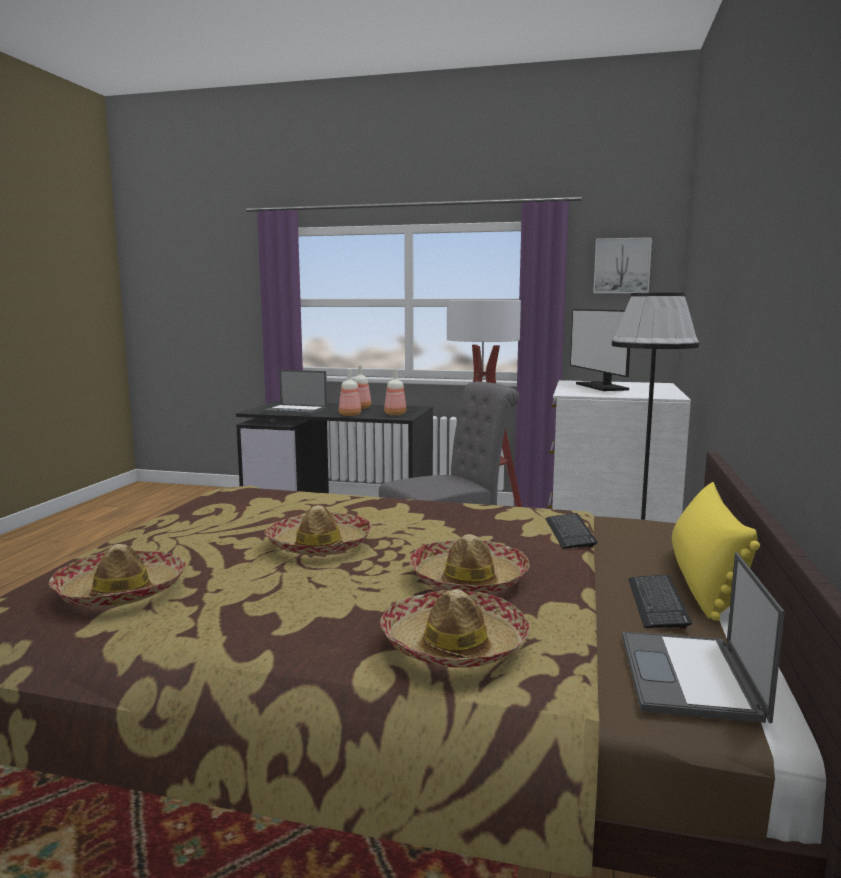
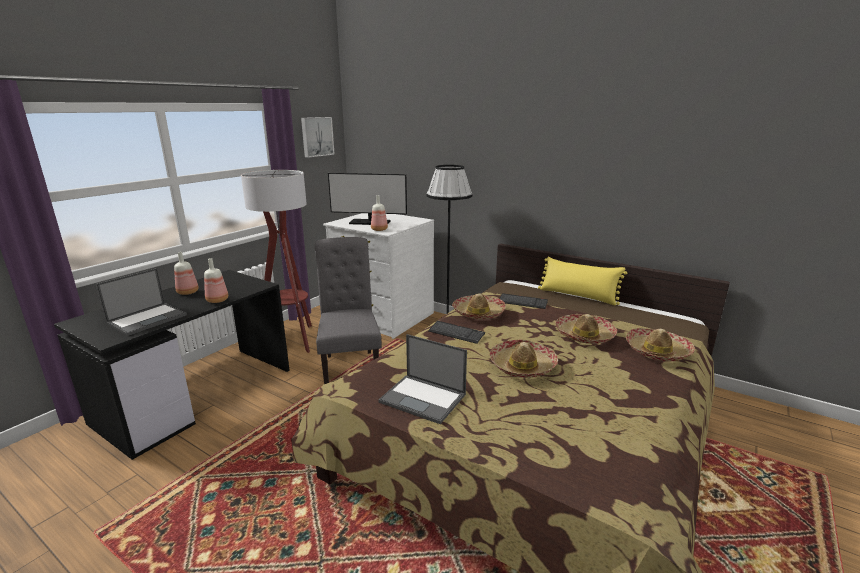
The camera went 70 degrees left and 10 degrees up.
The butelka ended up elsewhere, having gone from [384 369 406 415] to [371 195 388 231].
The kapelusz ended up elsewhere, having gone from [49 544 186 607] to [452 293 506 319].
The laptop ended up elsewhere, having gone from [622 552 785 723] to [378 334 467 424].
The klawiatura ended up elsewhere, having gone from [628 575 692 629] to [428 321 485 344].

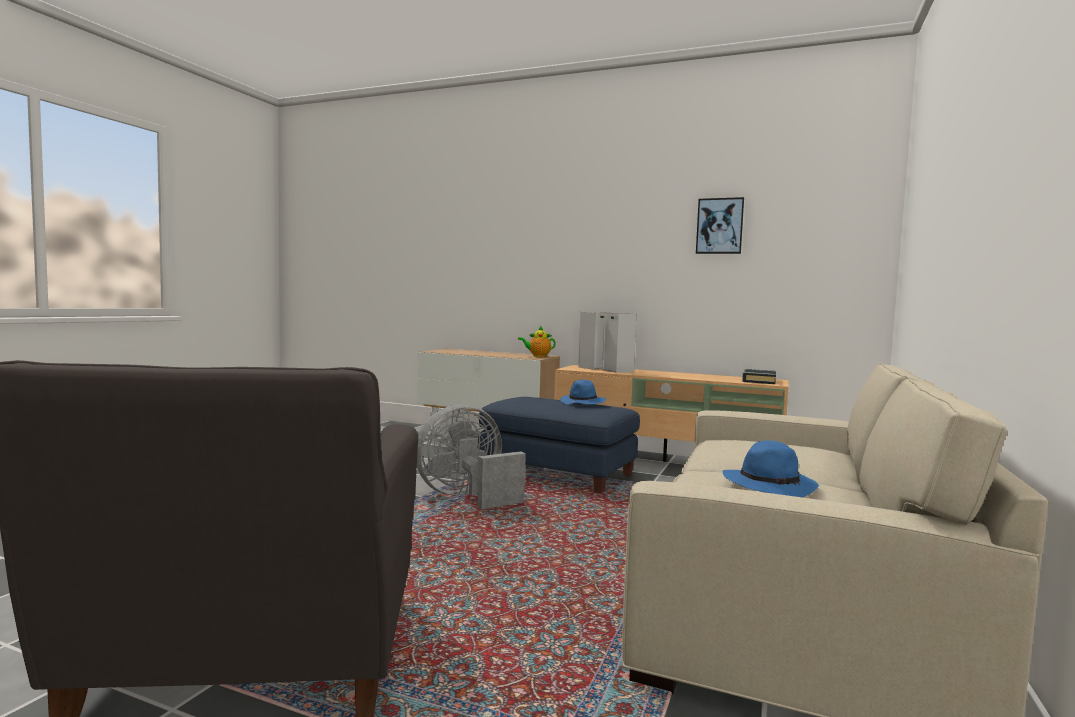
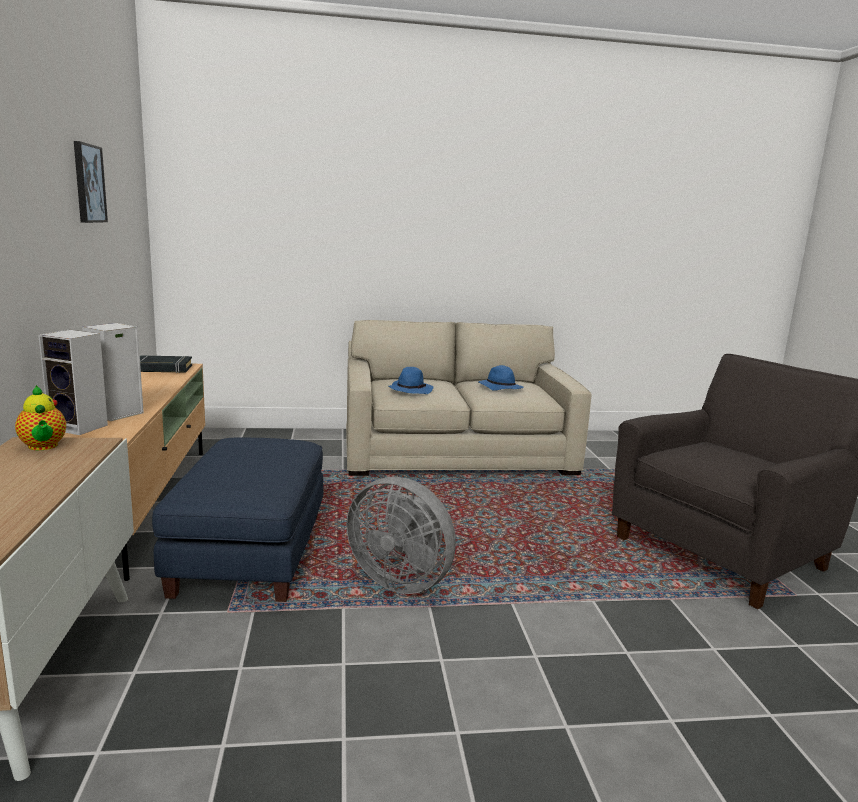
The camera went 120 degrees left and 10 degrees up.
The kapelusz (niebieski) ended up elsewhere, having gone from [560 380 606 405] to [389 367 433 394].

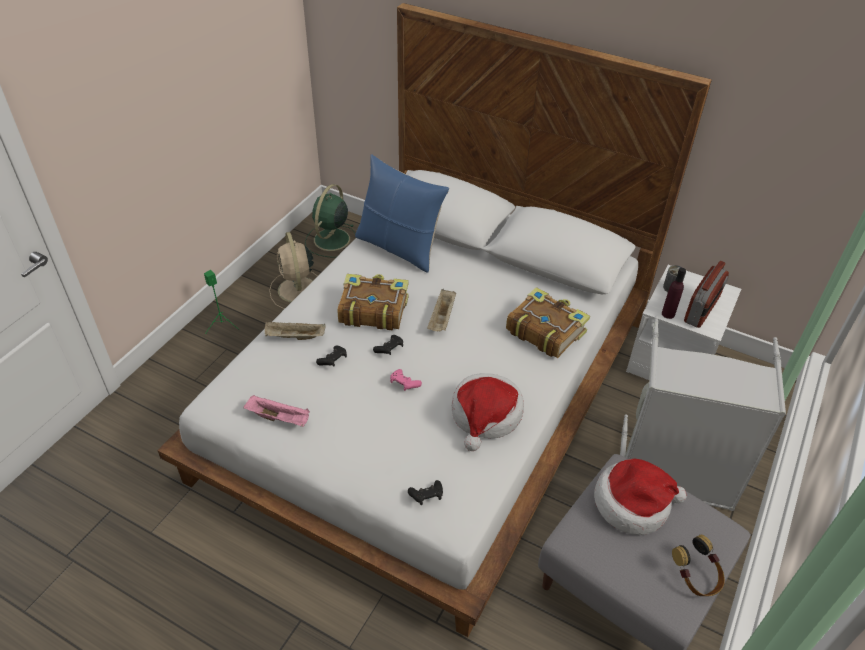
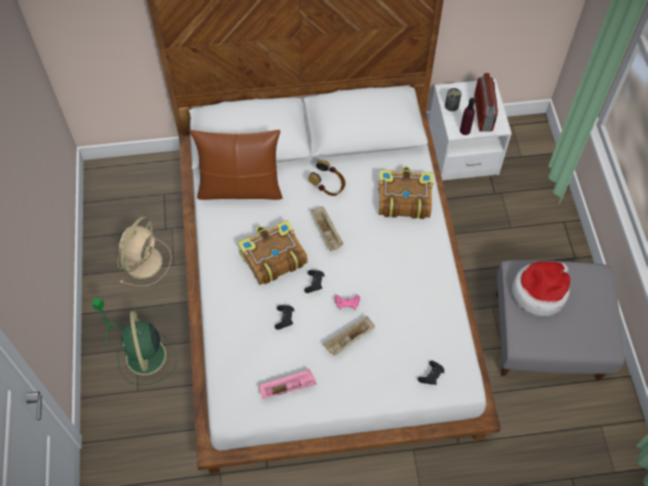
The camera went 35 degrees left and 15 degrees up.
What was the poduszka (niebieski) at [355 154 449 273] turned into the poduszka (brązowy) at [189 130 282 200].
The wentylator (zielony) ended up elsewhere, having gone from [305 184 355 258] to [117 311 177 385].
The wentylator (beżowy) at [269 232 318 309] ended up facing another way, 105 degrees counterclockwise from before.
The second view lost the kosz na pranie (szary) at [620 316 786 511].
The taca (beżowy) ended up elsewhere, having gone from [265 322 326 340] to [323 316 374 356].
The second view lost the kapelusz at [452 373 524 451].
The słuchawki ended up elsewhere, having gone from [672 535 725 596] to [308 160 345 196].

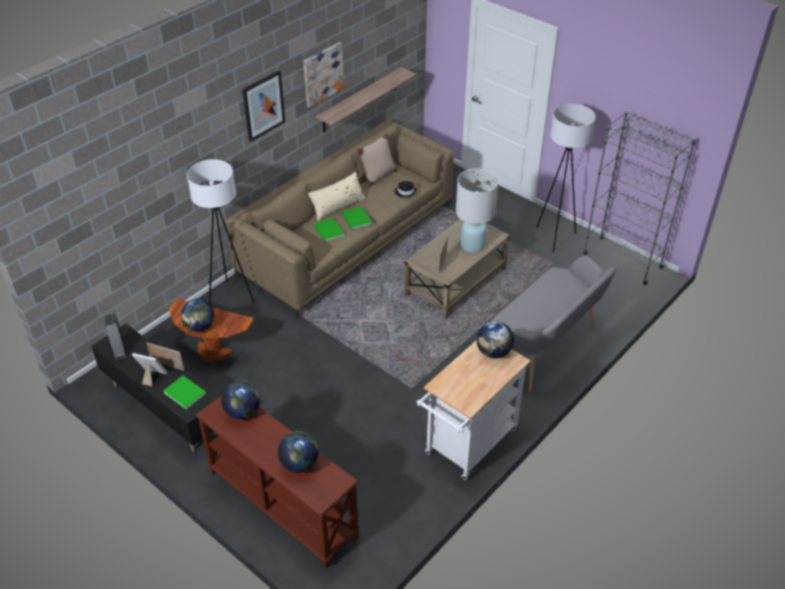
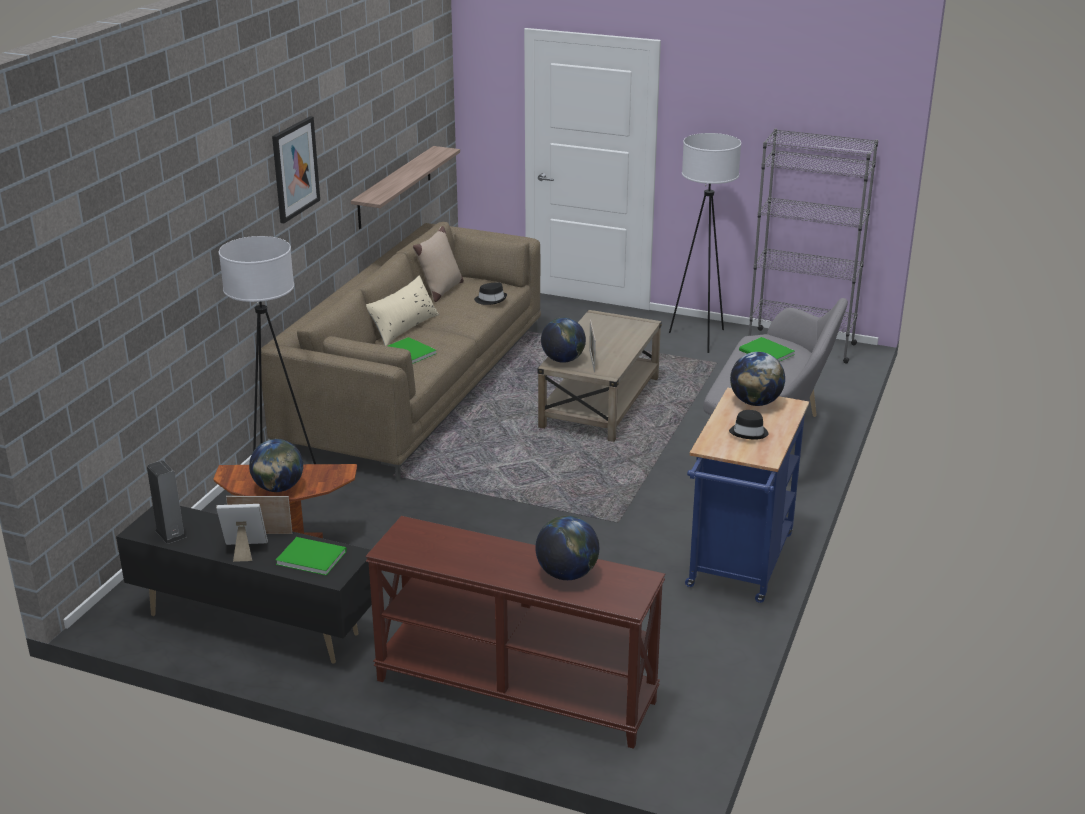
The camera went 20 degrees left and 15 degrees down.
The second view lost the obraz at [303 42 344 108].
The second view lost the lampa stołowa (biały) at [456 168 499 253].
The książka (zielony) ended up elsewhere, having gone from [342 207 372 230] to [739 337 795 362].
What was the wózek (biały) at [417 340 531 480] turned into the wózek (niebieski) at [685 388 809 603].
The globus ended up elsewhere, having gone from [221 380 260 419] to [541 317 586 363].
The second view gained the kapelusz (czarny) at [729 410 769 440].

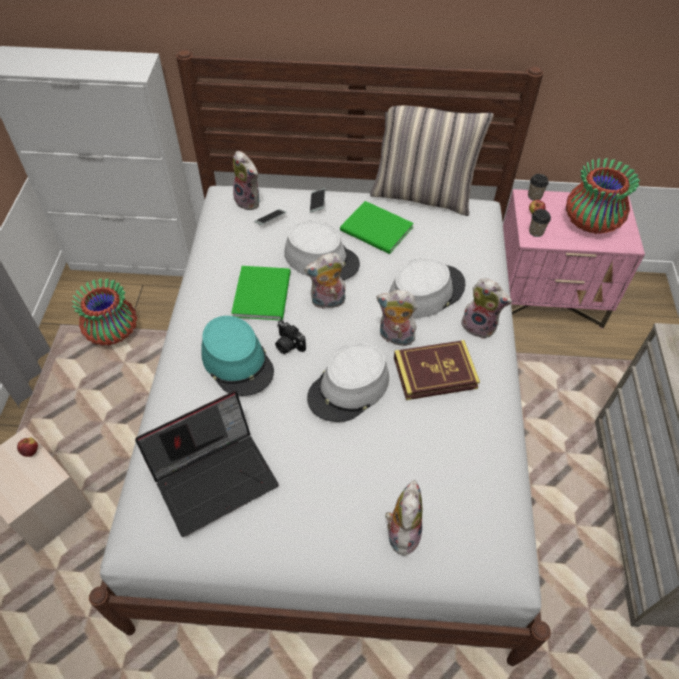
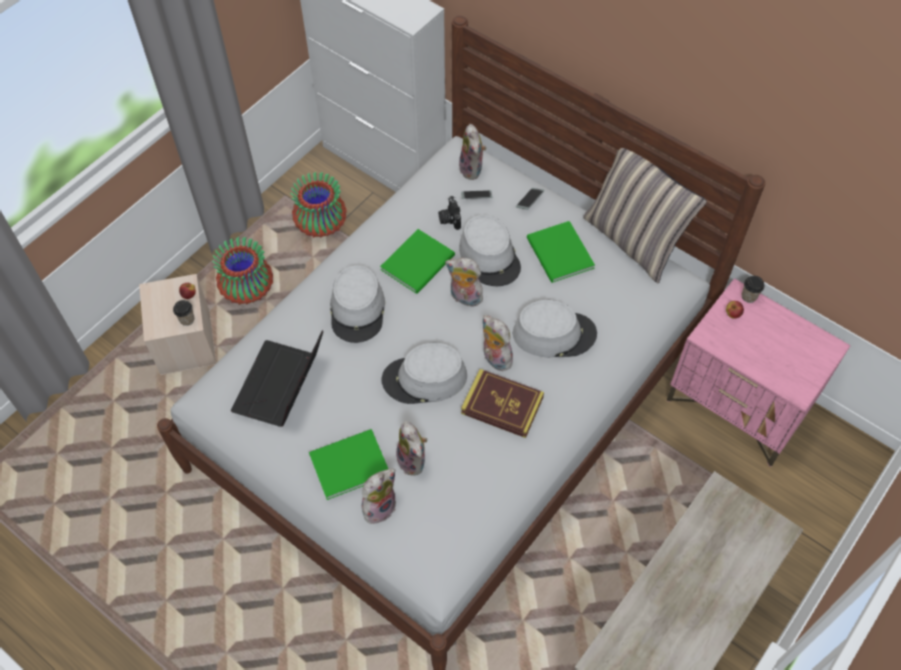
The camera went 35 degrees right and 5 degrees up.
The wazon ended up elsewhere, having gone from [566 158 640 234] to [212 237 273 305].
The filiżanka ended up elsewhere, having gone from [529 209 551 237] to [173 300 194 326].
The pluszak ended up elsewhere, having gone from [461 278 512 339] to [396 421 427 476].
What was the kapelusz (turkusowy) at [201 316 274 396] turned into the kapelusz (szary) at [330 265 385 343].
The aparat fotograficzny ended up elsewhere, having gone from [275 320 306 354] to [439 196 461 230].
The laptop at [135 391 279 537] ended up facing another way, 105 degrees clockwise from before.
The second view gained the książka (zielony) at [309 429 388 500].

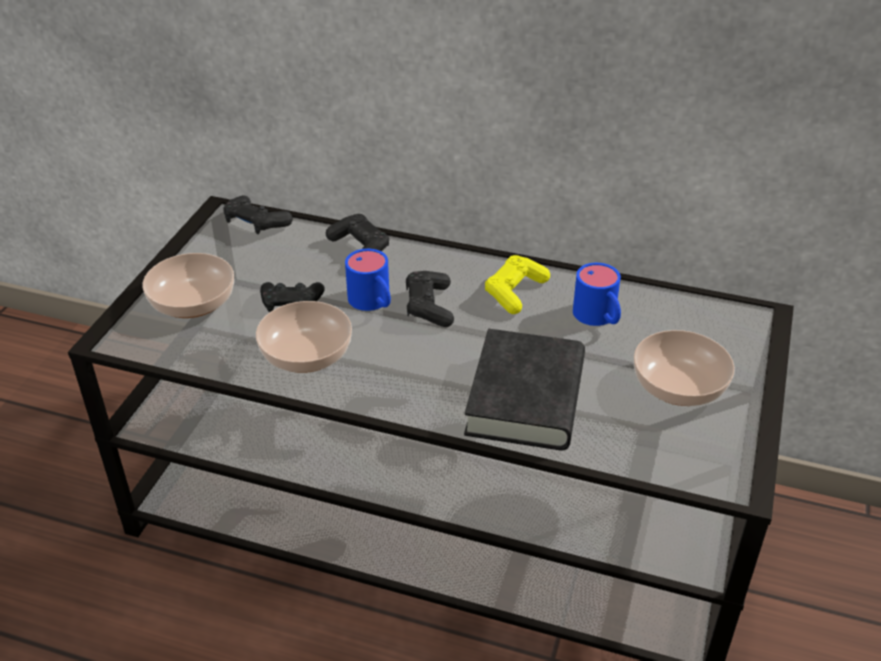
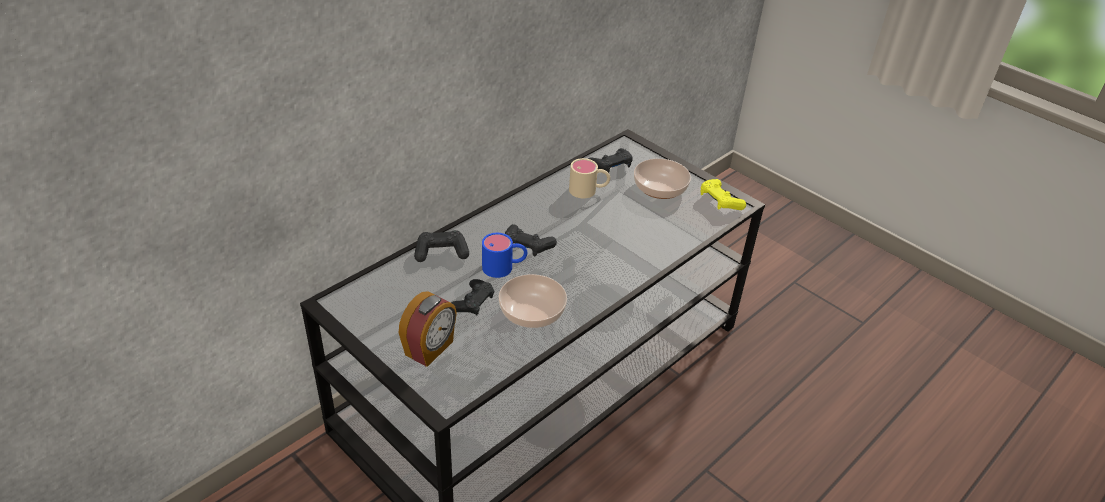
The camera went 65 degrees left and 0 degrees up.
The pad do gier (czarny) ended up elsewhere, having gone from [223 195 293 234] to [588 148 633 173].
Where the miska stood at [142 253 234 318], the budzik came to stand at [399 291 457 367].
The pad do gier (żółty) ended up elsewhere, having gone from [485 255 550 314] to [701 179 746 210].
What was the kubek (niebieski) at [573 263 621 326] turned into the kubek (beżowy) at [569 158 610 198].
The second view lost the książka (czarny) at [464 329 585 451].

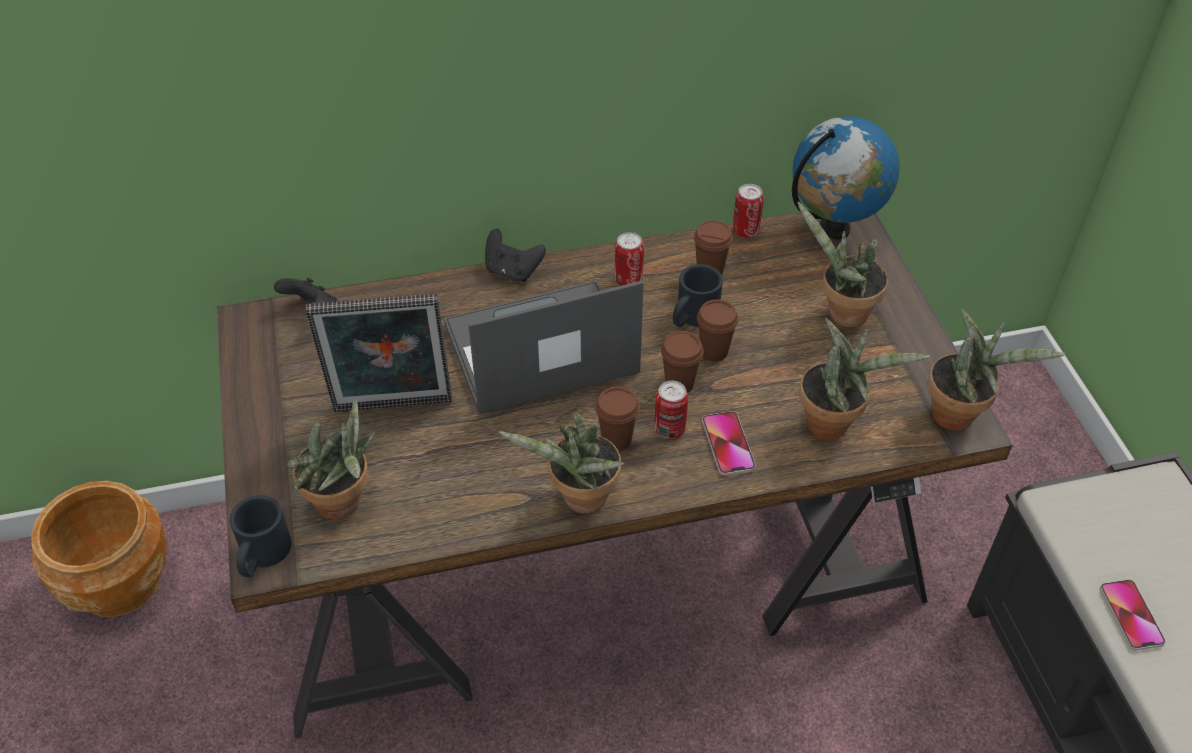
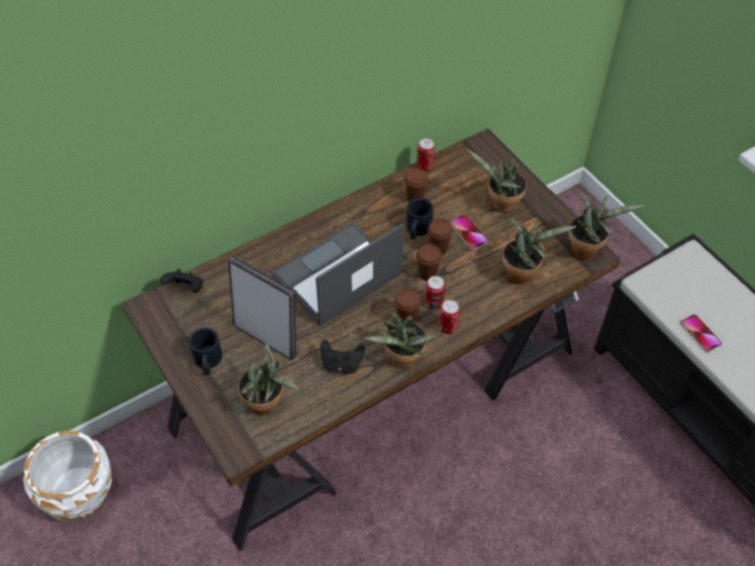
The camera went 20 degrees left and 5 degrees up.
The second view lost the globus at [792 116 900 240].
The pad do gier (czarny) ended up elsewhere, having gone from [485 229 546 282] to [320 339 365 374].
The puszka ended up elsewhere, having gone from [615 232 644 286] to [439 300 460 334].
The ramka na zdjęcie at [306 294 452 412] ended up facing another way, 120 degrees counterclockwise from before.
The telefon ended up elsewhere, having gone from [702 411 756 476] to [450 215 489 250].
What was the donica (brązowy) at [31 481 166 617] turned into the donica (biały) at [23 431 112 521].
The kubek (czarny) ended up elsewhere, having gone from [230 495 292 577] to [189 328 222 375].

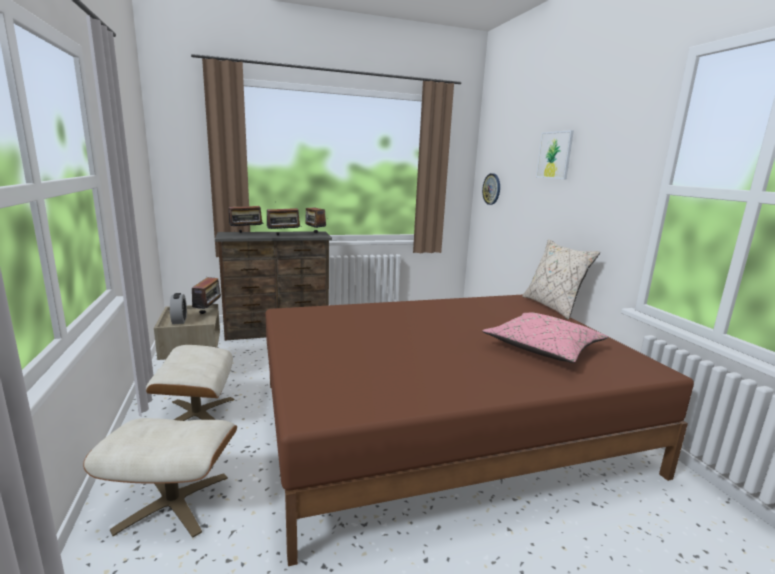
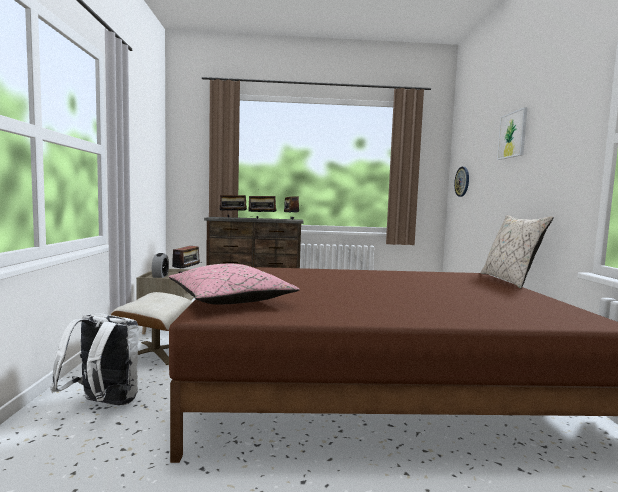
The camera went 15 degrees right and 10 degrees down.
The poduszka (różowy) ended up elsewhere, having gone from [482 312 608 363] to [169 264 300 305].
Where the pufa (beżowy) stood at [83 418 237 538], the plecak (biały) came to stand at [50 313 139 405].

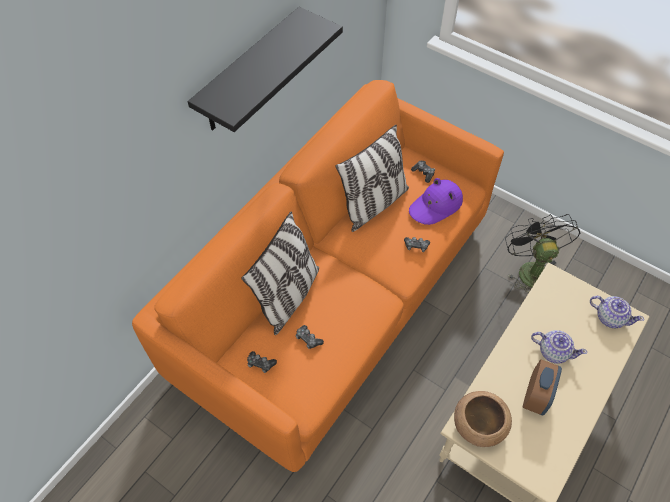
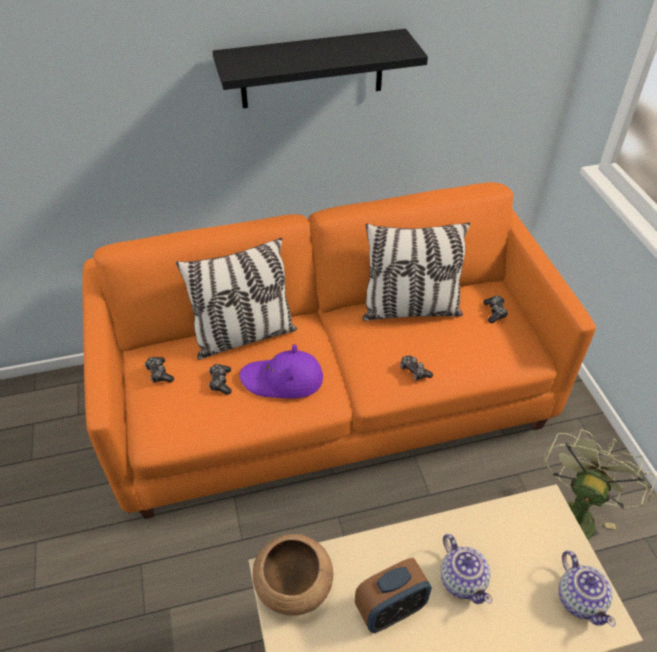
The camera went 40 degrees right and 10 degrees down.
The kapelusz (fioletowy) ended up elsewhere, having gone from [409 178 463 225] to [240 344 323 399].
What was the wentylator (czarny) at [505 214 581 293] turned into the wentylator (zielony) at [545 430 656 540].

